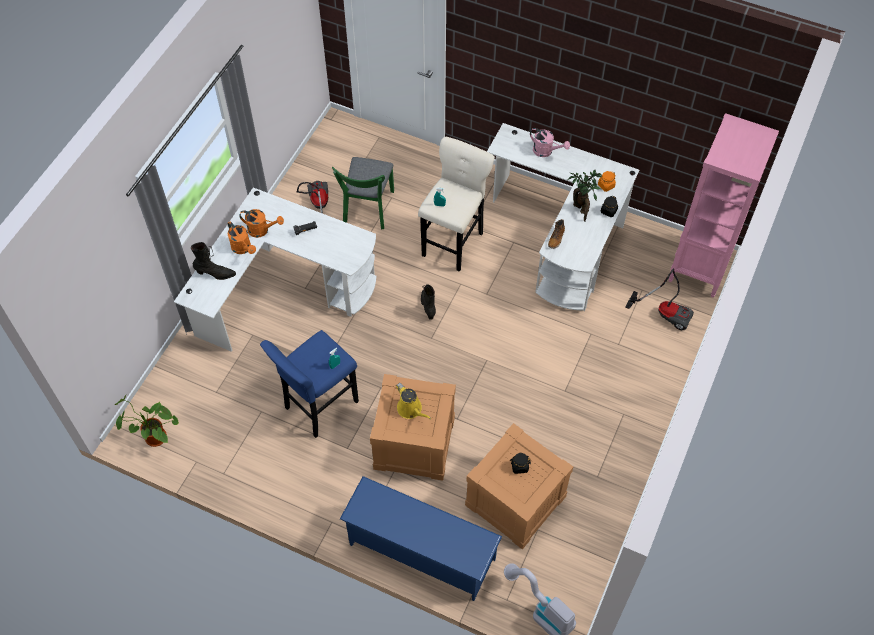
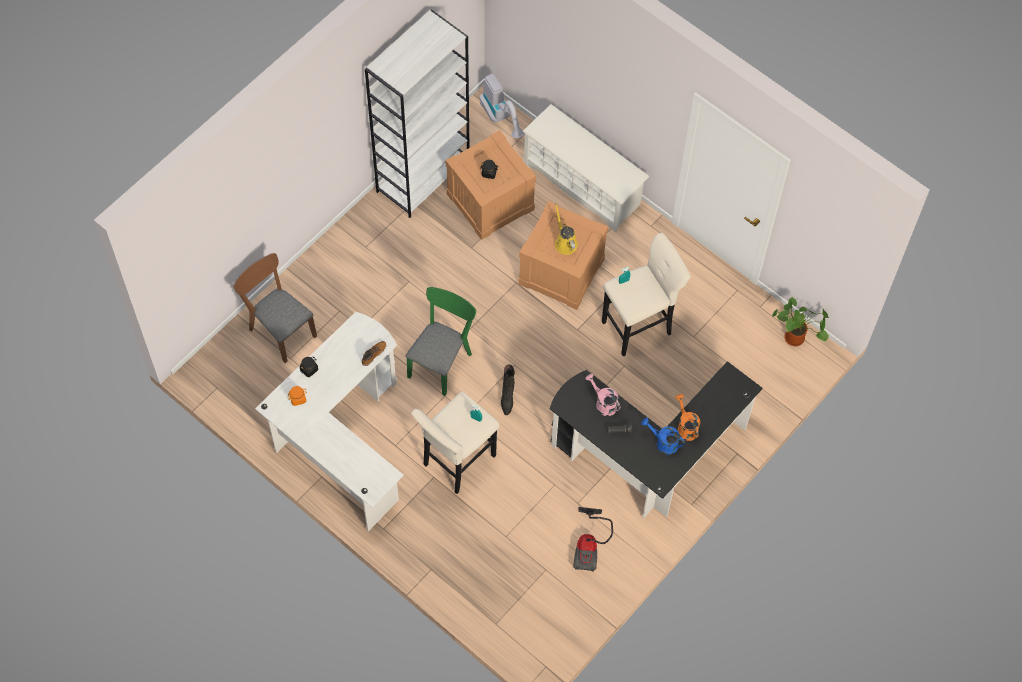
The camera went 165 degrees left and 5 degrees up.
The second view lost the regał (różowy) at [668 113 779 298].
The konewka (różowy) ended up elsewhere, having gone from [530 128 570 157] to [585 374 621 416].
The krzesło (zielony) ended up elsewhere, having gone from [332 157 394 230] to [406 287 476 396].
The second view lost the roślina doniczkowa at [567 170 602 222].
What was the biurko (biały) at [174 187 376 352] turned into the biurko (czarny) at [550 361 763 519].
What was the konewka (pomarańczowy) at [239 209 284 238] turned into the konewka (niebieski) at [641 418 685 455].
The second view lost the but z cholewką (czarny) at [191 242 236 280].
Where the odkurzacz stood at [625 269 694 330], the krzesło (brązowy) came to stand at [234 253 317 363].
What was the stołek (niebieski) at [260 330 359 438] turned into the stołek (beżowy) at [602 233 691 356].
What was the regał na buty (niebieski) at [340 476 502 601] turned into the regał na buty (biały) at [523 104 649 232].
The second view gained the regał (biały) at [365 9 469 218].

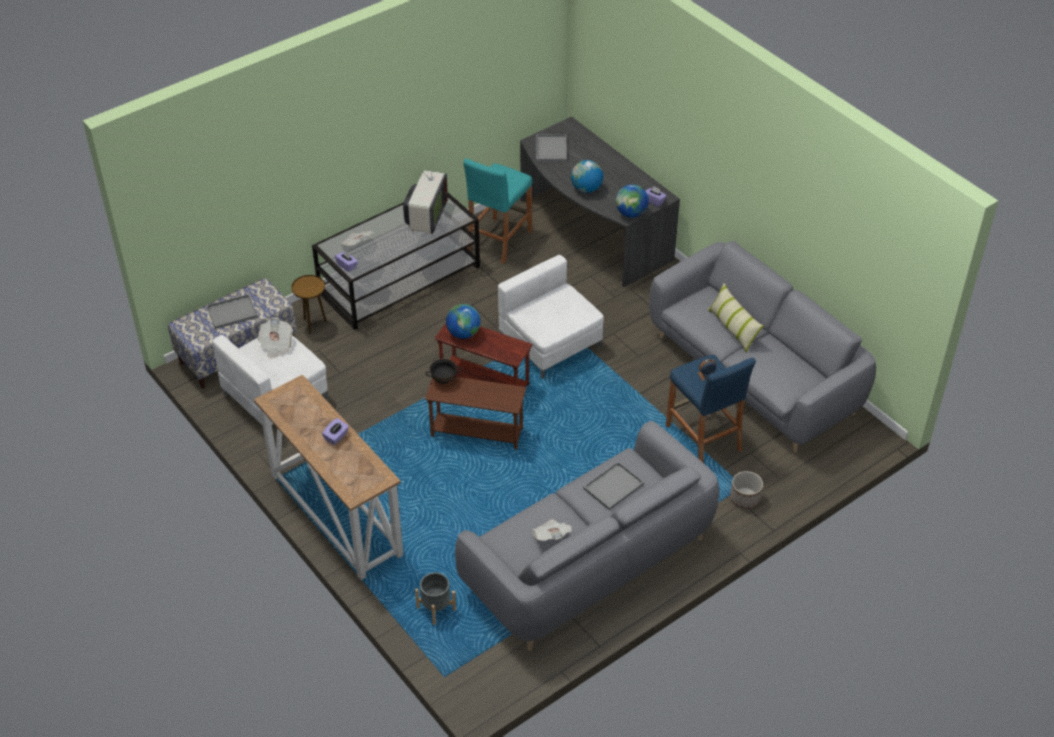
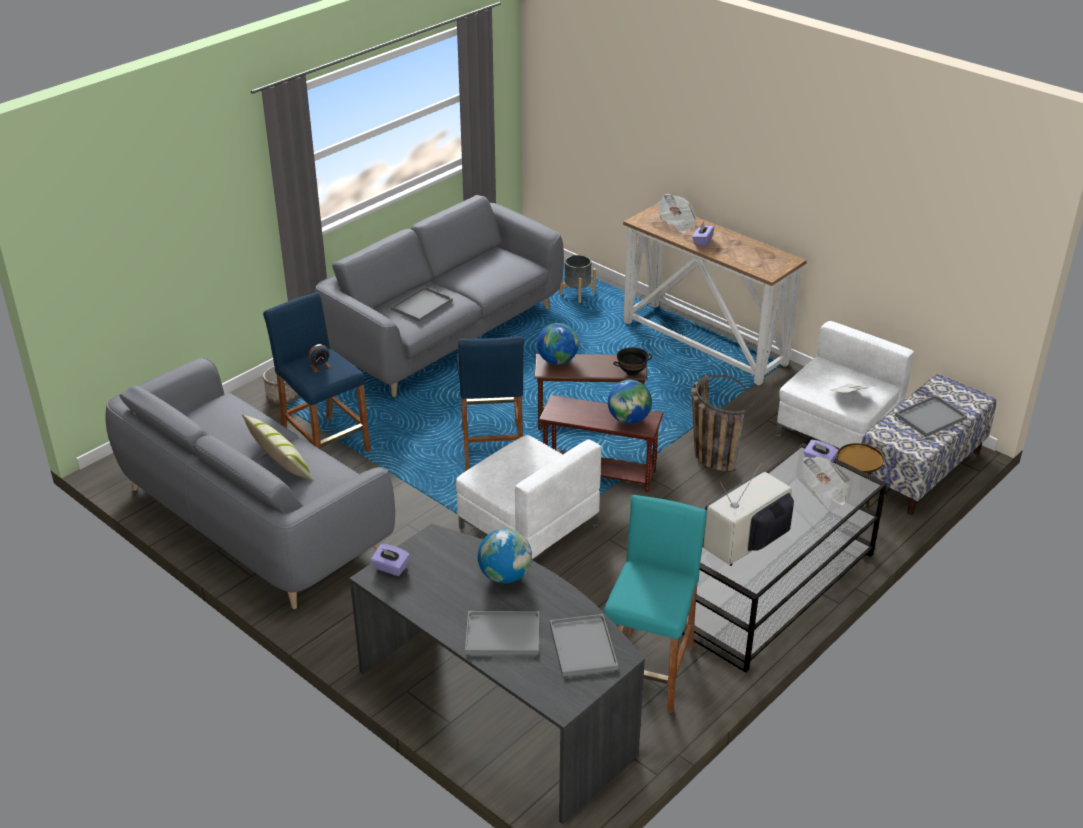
The camera went 170 degrees right and 10 degrees down.
The telewizor at [403 153 448 234] ended up facing another way, 45 degrees clockwise from before.
The globus ended up elsewhere, having gone from [616 184 649 218] to [537 323 579 365].
The gazeta ended up elsewhere, having gone from [532 519 572 541] to [657 194 697 233].
The second view gained the stołek (niebieski) at [457 336 524 471].
The second view gained the koszyk at [691 375 756 472].
The second view gained the taca (szary) at [465 611 539 655].

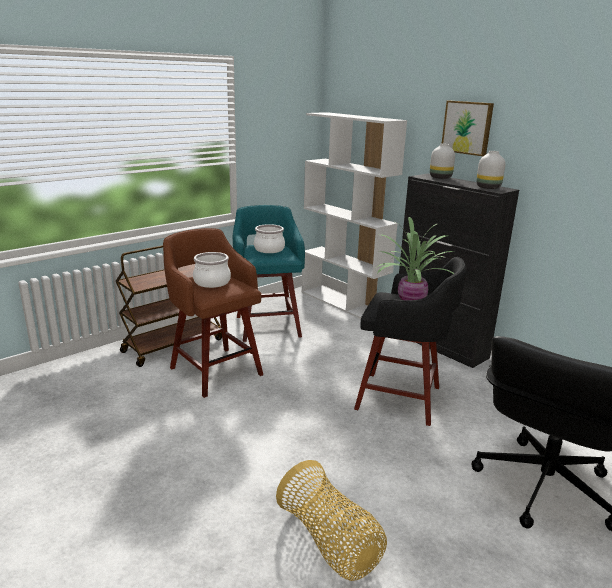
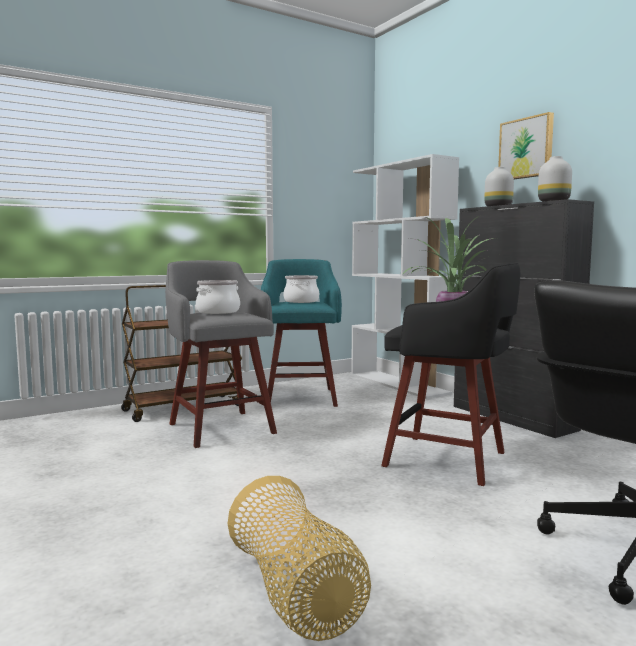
The camera went 10 degrees right and 15 degrees down.
What was the stołek (brązowy) at [163 228 263 398] turned into the stołek (szary) at [165 260 277 448].

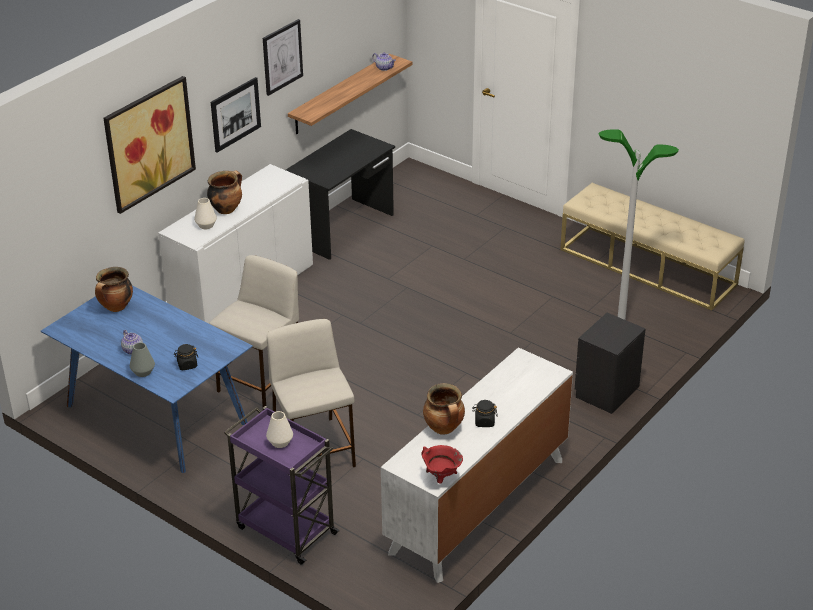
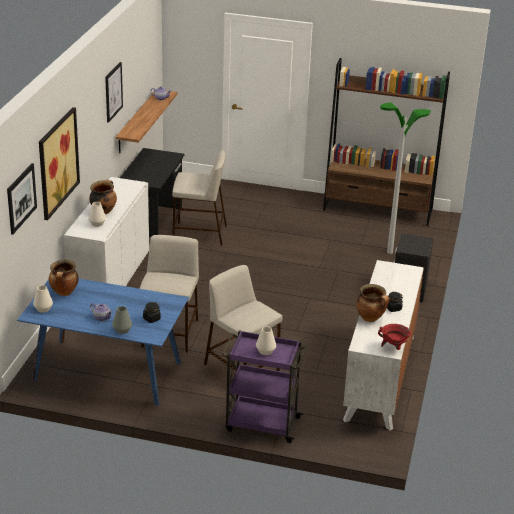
The camera went 25 degrees left and 5 degrees down.
The obraz ended up elsewhere, having gone from [211 77 261 153] to [7 163 37 235].
Where the ławka (beżowy) stood at [560 183 744 310], the regał (brązowy) came to stand at [323 58 450 226].
The second view gained the stołek (beżowy) at [172 150 227 246].
The second view gained the wazon (biały) at [33 285 53 313].

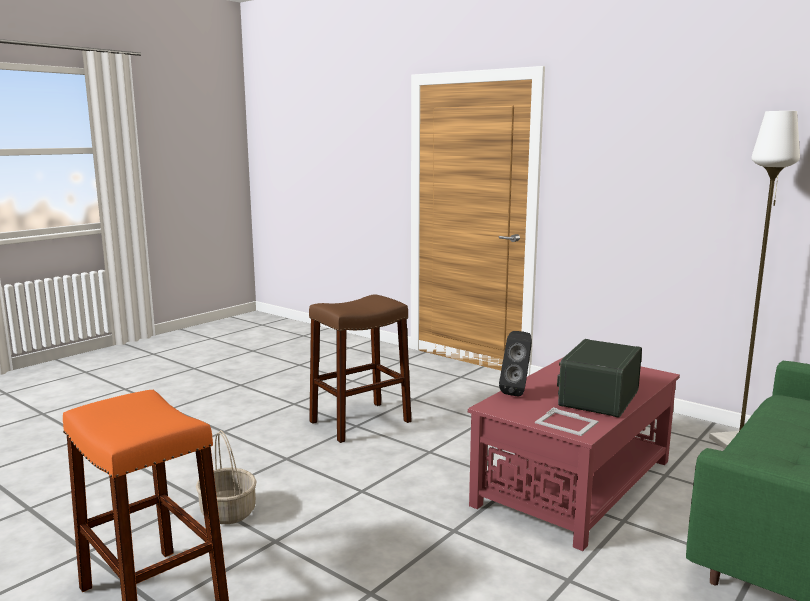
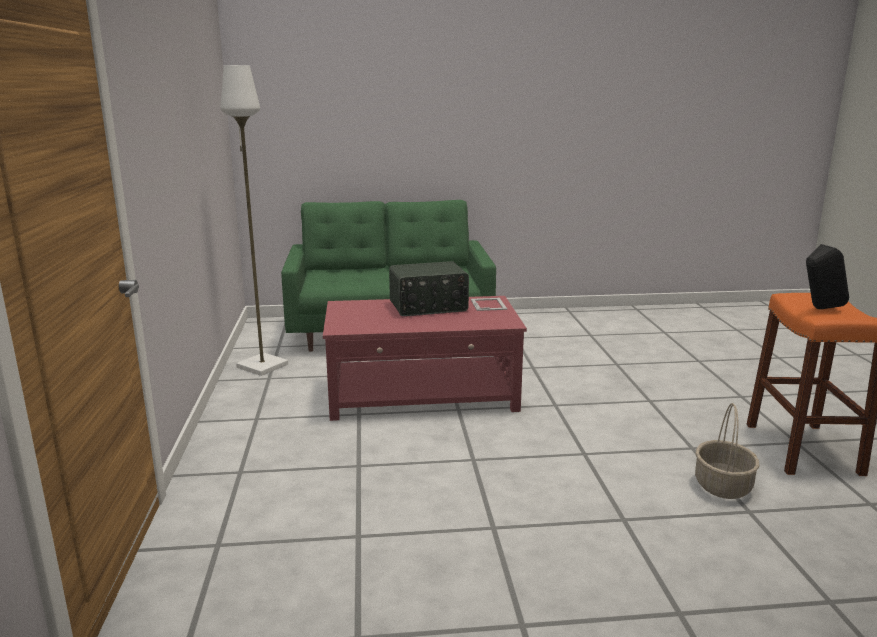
The camera went 135 degrees left and 5 degrees up.
The second view lost the stołek (brązowy) at [309 294 412 443].
The głośnik (czarny) ended up elsewhere, having gone from [499 331 532 397] to [806 244 849 309].

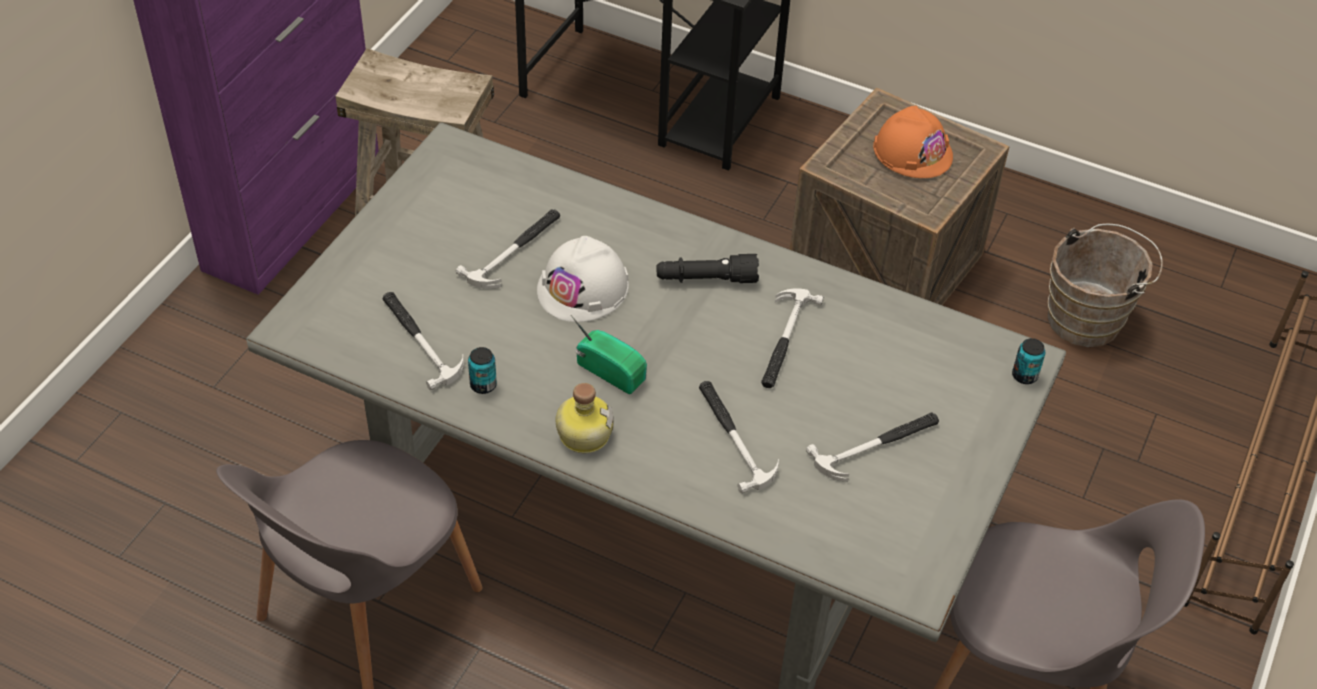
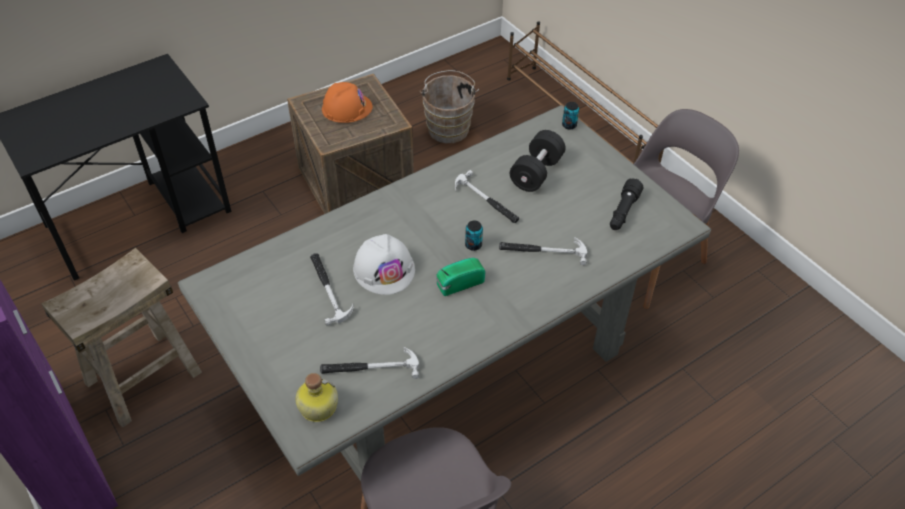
The camera went 60 degrees left and 0 degrees up.
The latarka (czarny) ended up elsewhere, having gone from [657 254 759 283] to [610 179 644 230].
The puszka ended up elsewhere, having gone from [468 347 497 394] to [465 221 483 251].
The butelka ended up elsewhere, having gone from [556 383 614 454] to [295 373 338 422].
The second view lost the młotek at [806 413 939 481].
The second view gained the hantel (czarny) at [510 130 566 192].

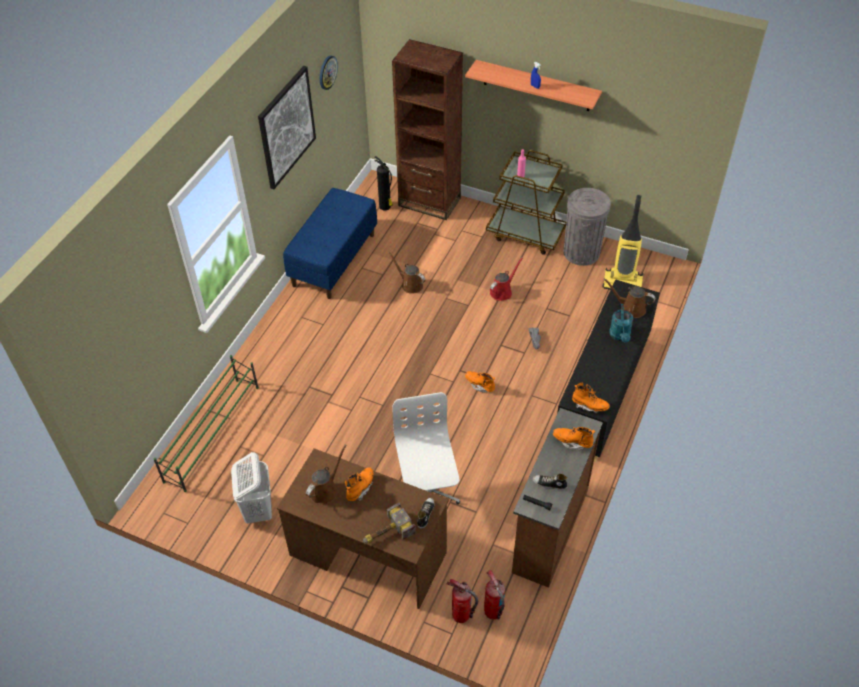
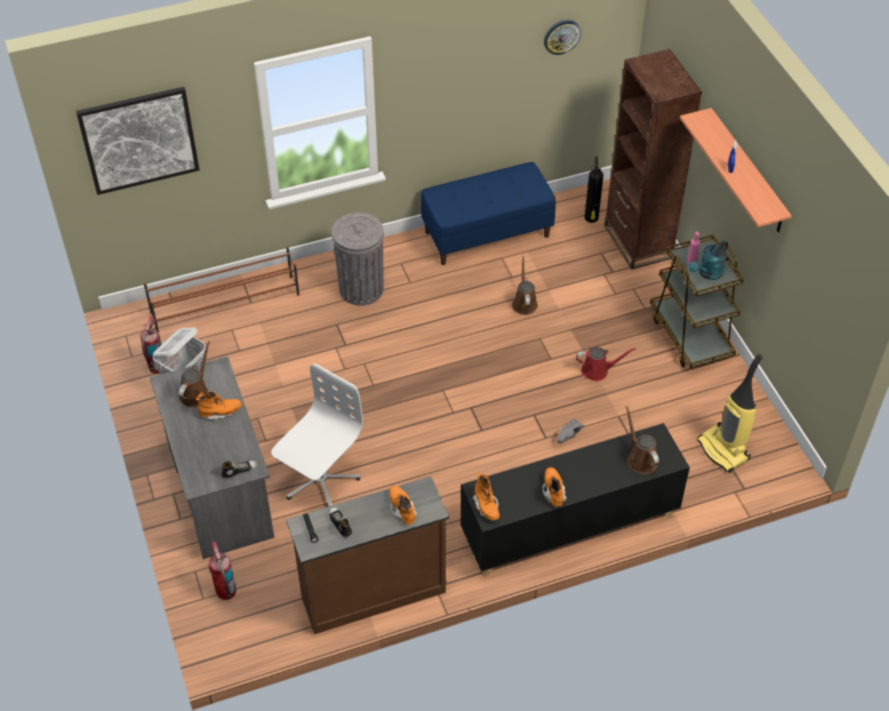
The camera went 45 degrees right and 0 degrees up.
The obraz ended up elsewhere, having gone from [258 66 316 189] to [76 87 199 195].
The kosz na śmieci (szary) ended up elsewhere, having gone from [564 188 611 266] to [332 213 384 306].
The konewka (turkusowy) ended up elsewhere, having gone from [609 304 633 343] to [689 240 728 280].
What was the regał na buty (zielony) at [153 355 259 492] turned into the regał na buty (brązowy) at [144 246 300 332].
The but z cholewką (pomarańczowy) ended up elsewhere, having gone from [465 371 495 393] to [543 467 567 507].
The konewka (brązowy) at [306 444 347 505] ended up facing another way, 60 degrees counterclockwise from before.
What was the biurko (brązowy) at [277 448 449 609] turned into the biurko (szary) at [150 356 275 559].
The second view lost the młotek at [362 503 416 544].
The gaśnica ended up elsewhere, having gone from [484 570 505 620] to [140 316 166 374].

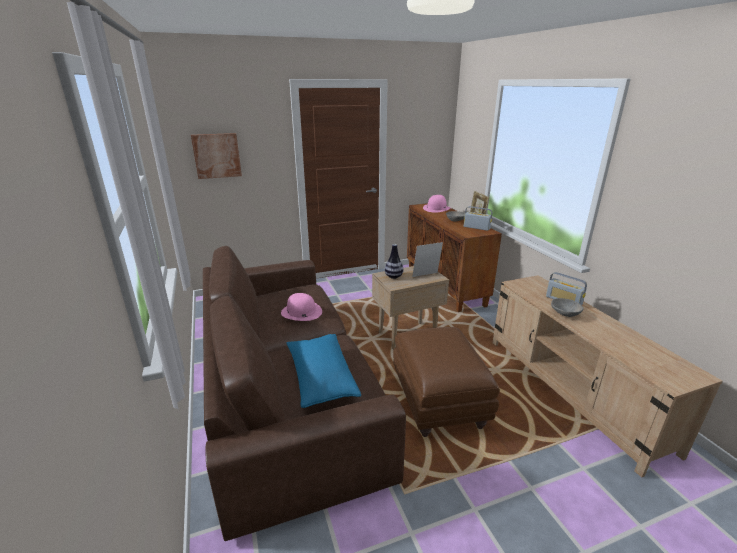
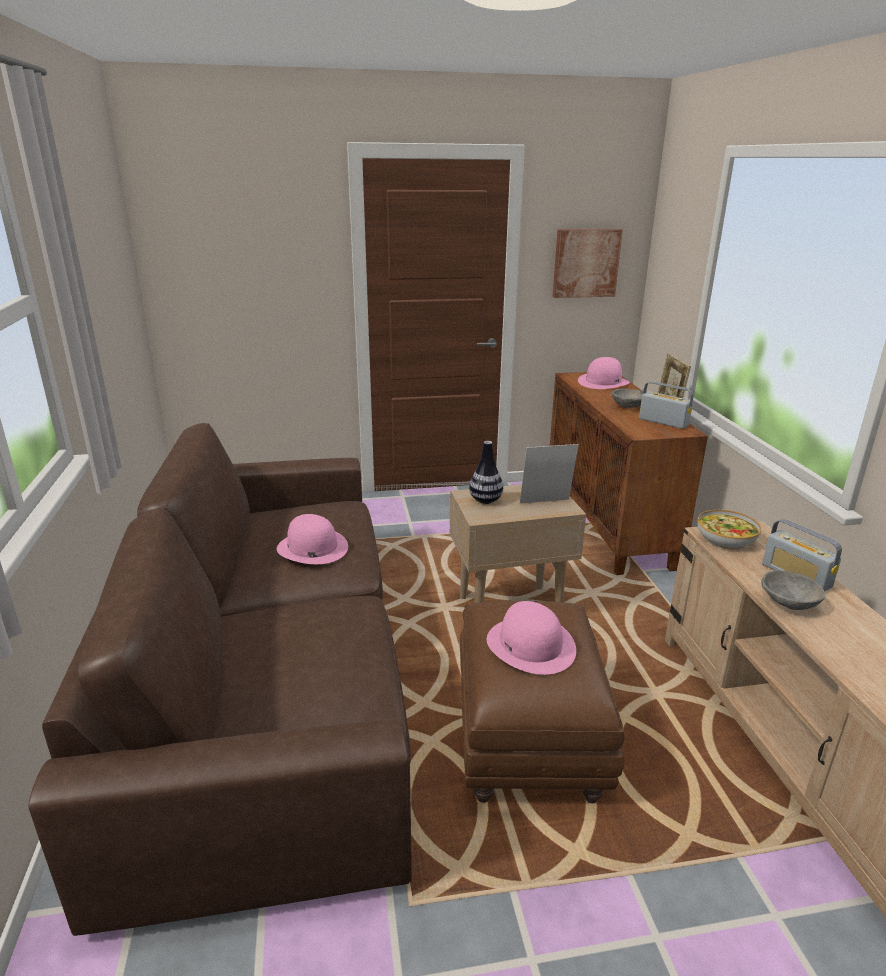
The camera went 10 degrees right and 0 degrees up.
The obraz ended up elsewhere, having gone from [191 133 242 179] to [552 229 623 298].
The second view lost the poduszka (niebieski) at [286 334 361 408].
The second view gained the miska at [697 510 761 550].
The second view gained the kapelusz (różowy) at [487 601 576 675].

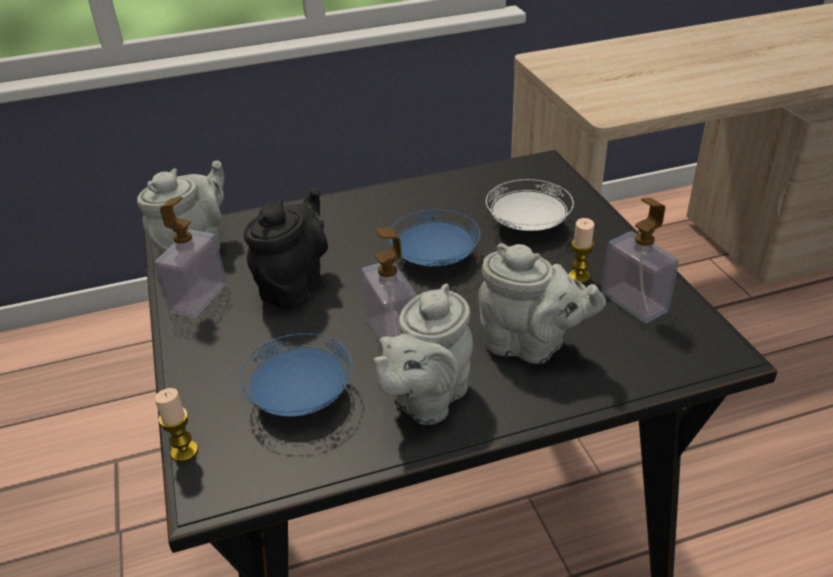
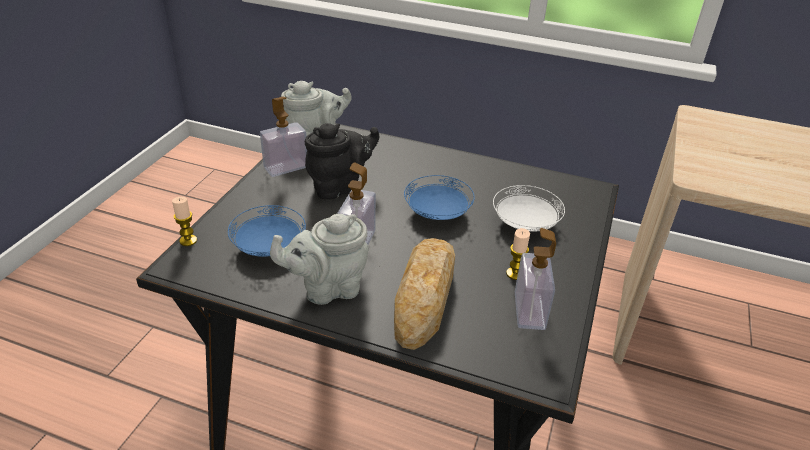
The camera went 35 degrees right and 0 degrees up.
Where the imbryk (szary) stood at [478 243 606 364], the chleb came to stand at [394 238 455 350].

